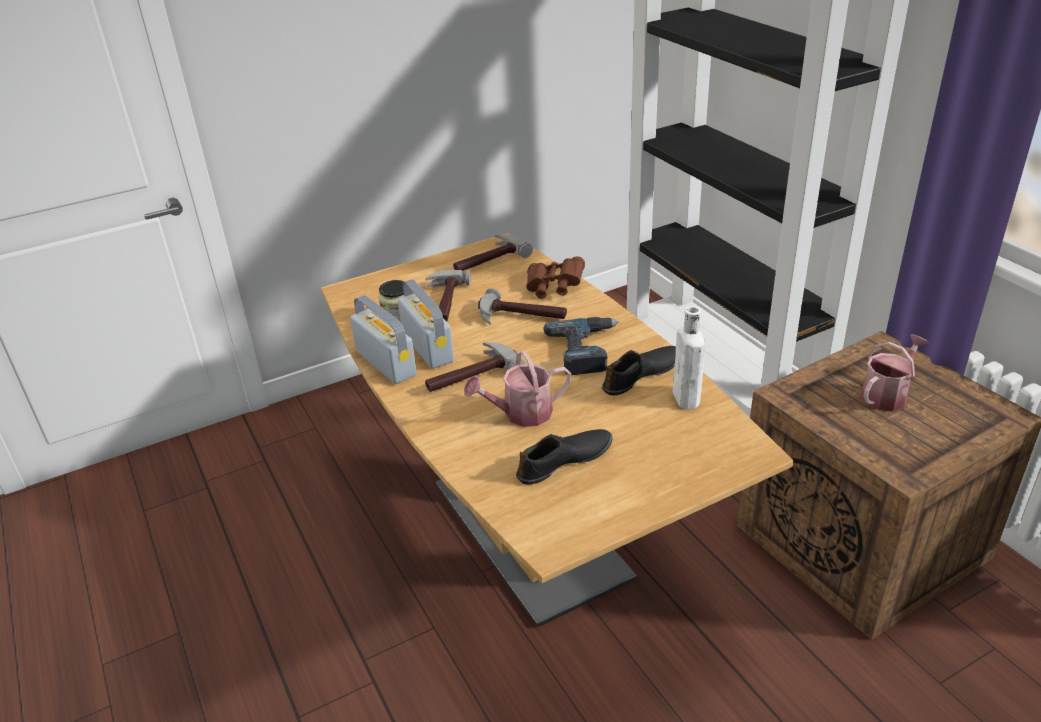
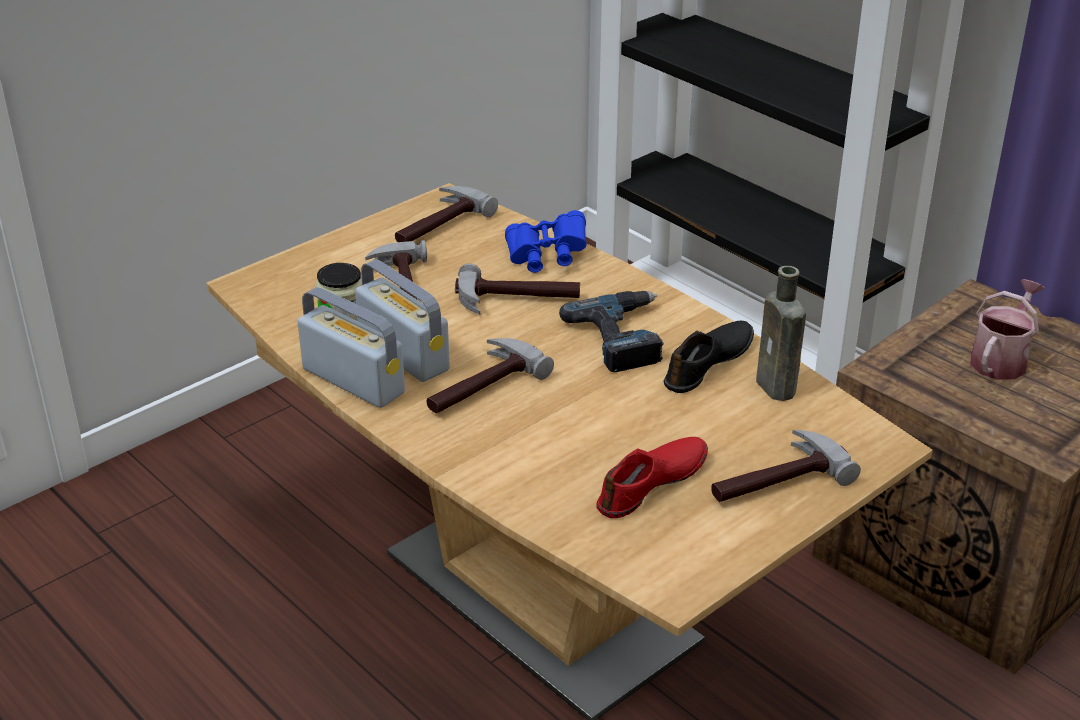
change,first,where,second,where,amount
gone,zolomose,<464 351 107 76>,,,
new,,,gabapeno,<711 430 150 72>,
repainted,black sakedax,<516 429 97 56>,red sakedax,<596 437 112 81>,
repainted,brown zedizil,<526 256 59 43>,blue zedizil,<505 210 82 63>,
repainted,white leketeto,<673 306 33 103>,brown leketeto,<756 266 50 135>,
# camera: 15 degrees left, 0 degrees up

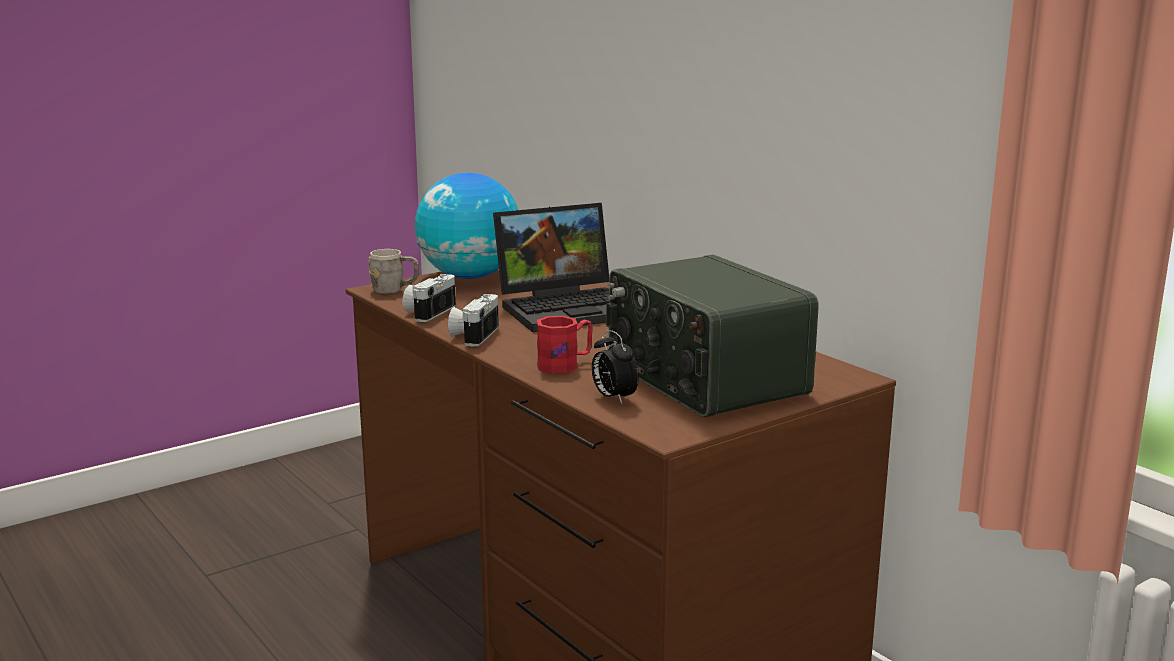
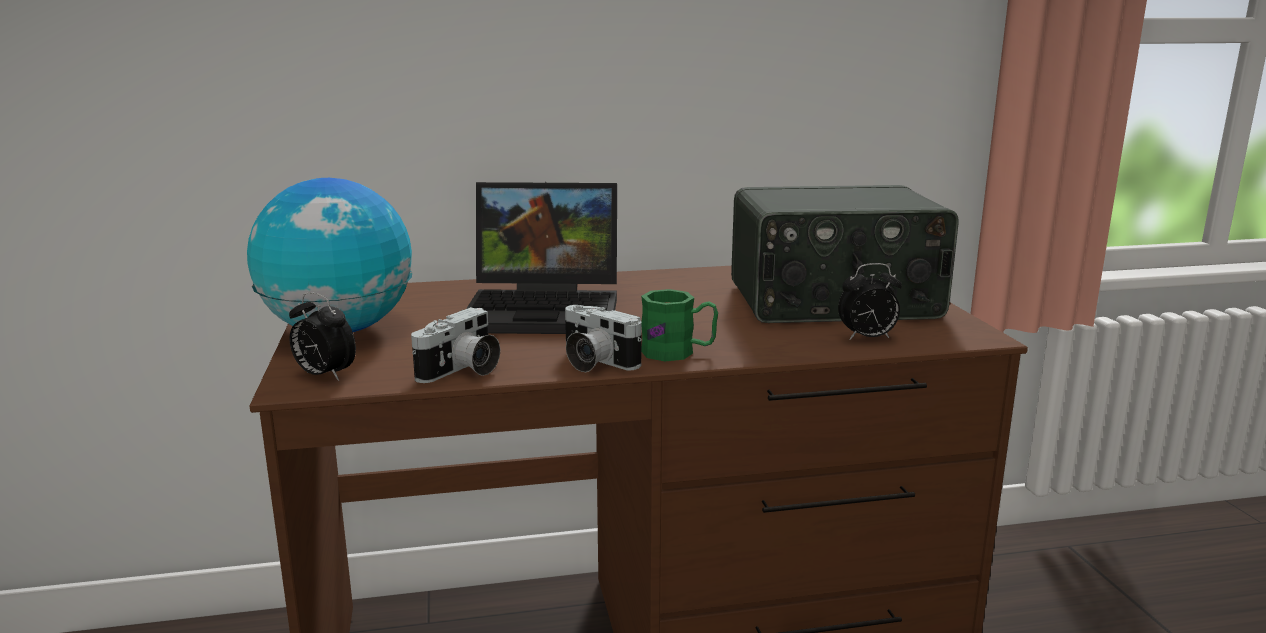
change,first,where,second,where,amount
gone,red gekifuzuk,<537 316 56 58>,,,
new,,,green gekifuzuk,<641 289 77 72>,
swapped,grey gekifuzuk,<368 249 51 45>,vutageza,<289 292 67 89>,
rotated,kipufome,<402 274 54 48>,,<411 307 89 76>,105 degrees counterclockwise
rotated,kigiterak,<493 203 116 129>,,<466 182 151 152>,90 degrees clockwise
# camera: 65 degrees left, 0 degrees up

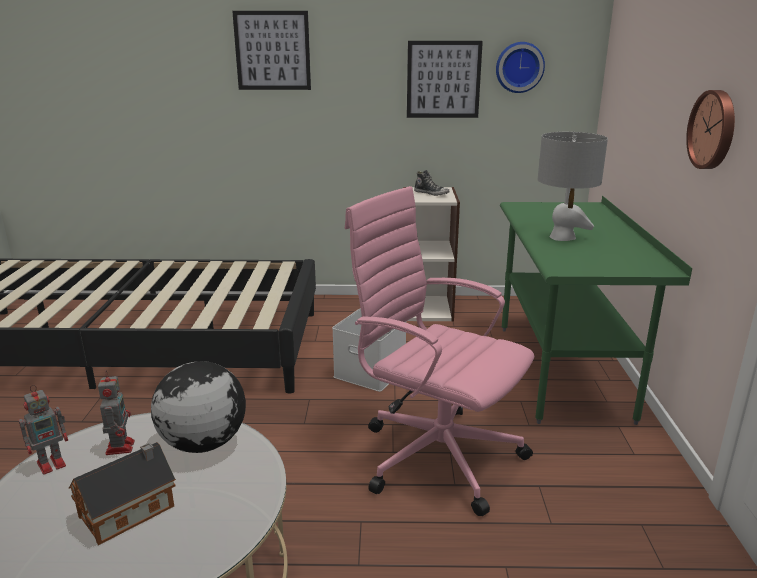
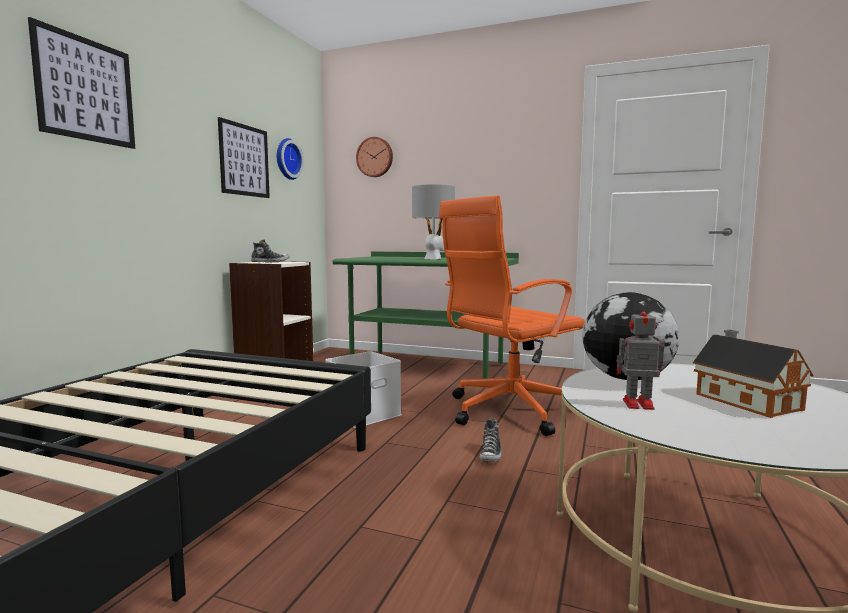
change,first,where,second,where,amount
gone,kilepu,<19 385 49 90>,,,
new,,,sakedax,<480 418 21 44>,
shifted,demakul,<686 90 49 79>,,<356 137 37 40>,
repainted,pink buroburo,<345 186 189 330>,orange buroburo,<439 195 146 241>,
# camera: 70 degrees left, 15 degrees down

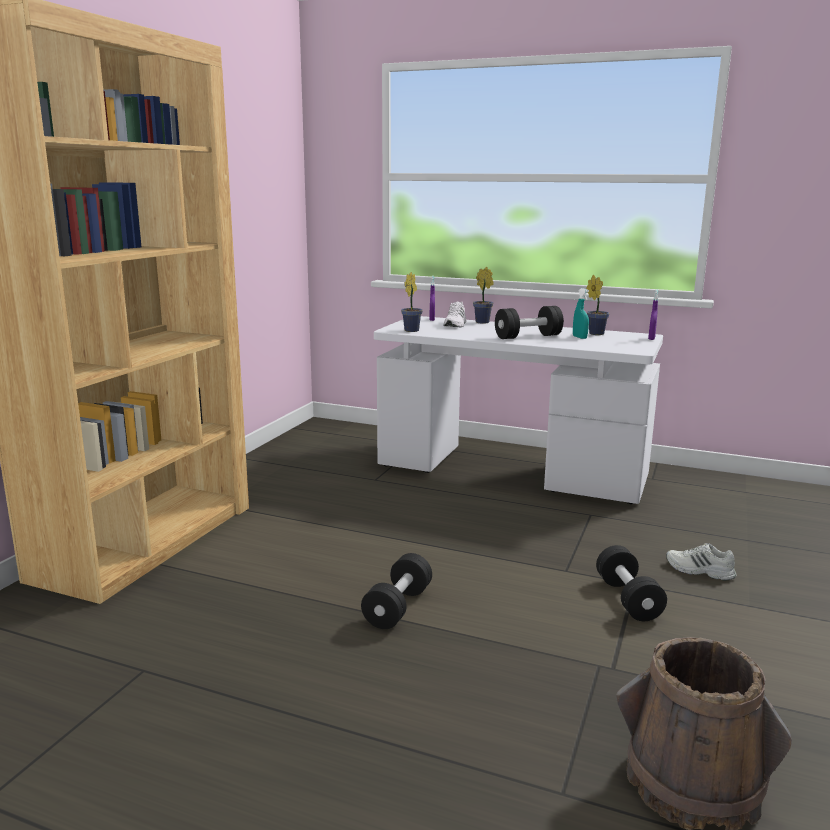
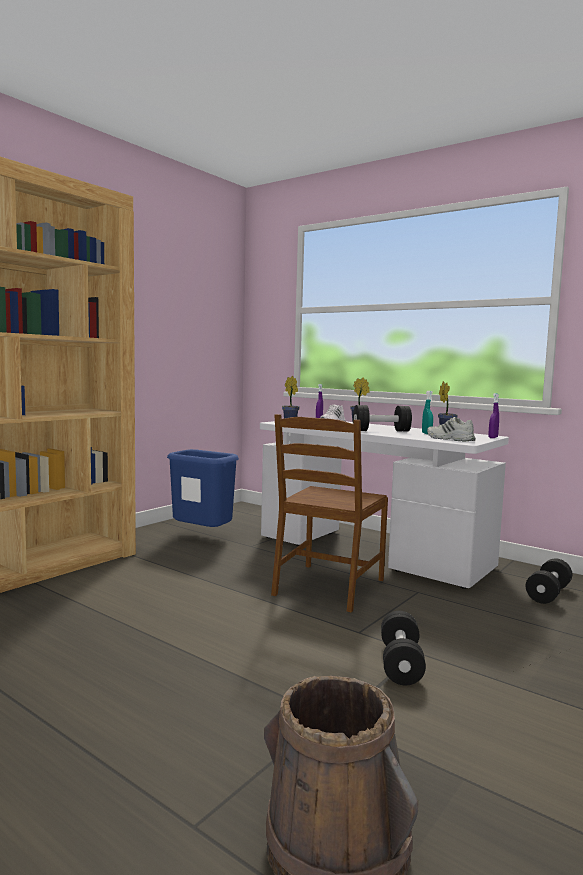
change,first,where,second,where,amount
new,,,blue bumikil,<167 449 72 78>,
new,,,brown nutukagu,<271 414 117 198>,
shifted,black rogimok,<361 553 71 76>,,<526 558 46 46>,
shifted,white sakedax,<666 543 70 38>,,<427 417 49 25>,
# camera: 15 degrees right, 10 degrees down

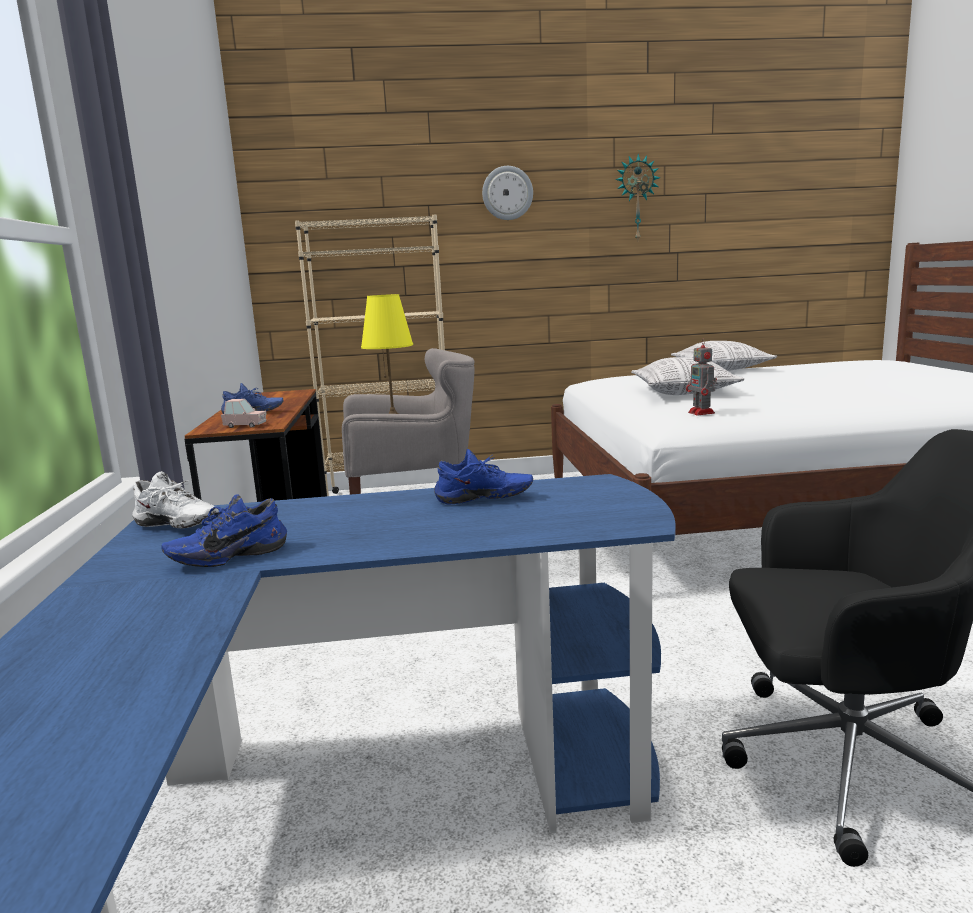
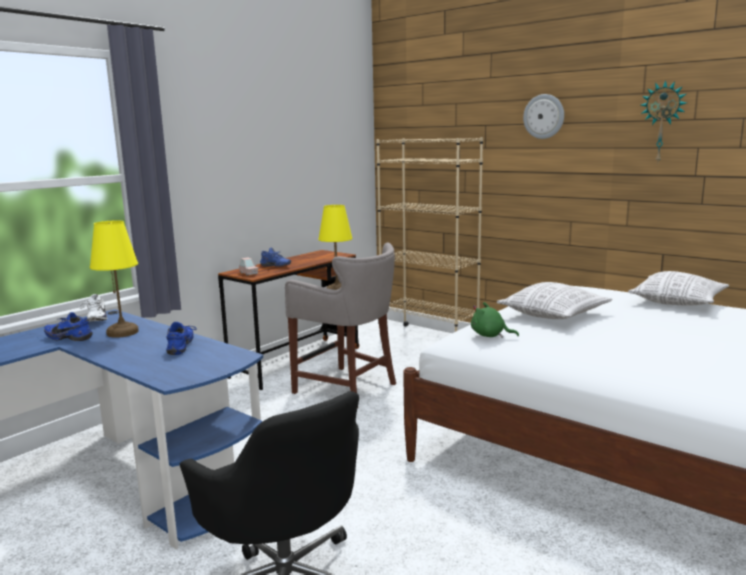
change,first,where,second,where,amount
new,,,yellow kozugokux,<90 220 49 118>,
swapped,kilepu,<686 339 31 76>,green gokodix,<471 302 48 36>,
rotated,blue sakedax,<434 449 99 56>,,<166 322 31 33>,135 degrees counterclockwise
# camera: 45 degrees right, 0 degrees up

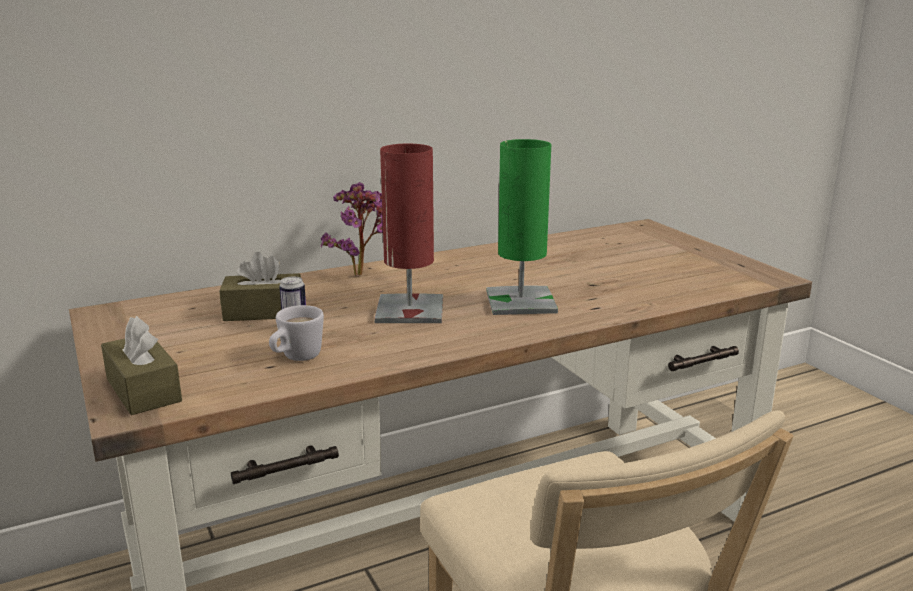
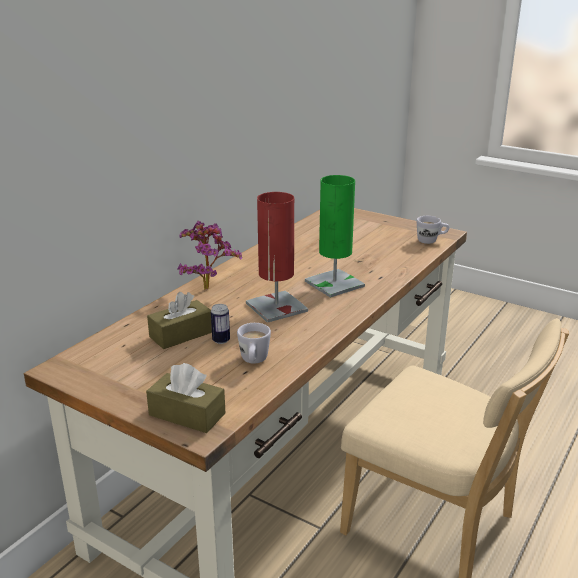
change,first,where,second,where,amount
new,,,white gekifuzuk,<417 216 32 28>,
# camera: 30 degrees left, 5 degrees up

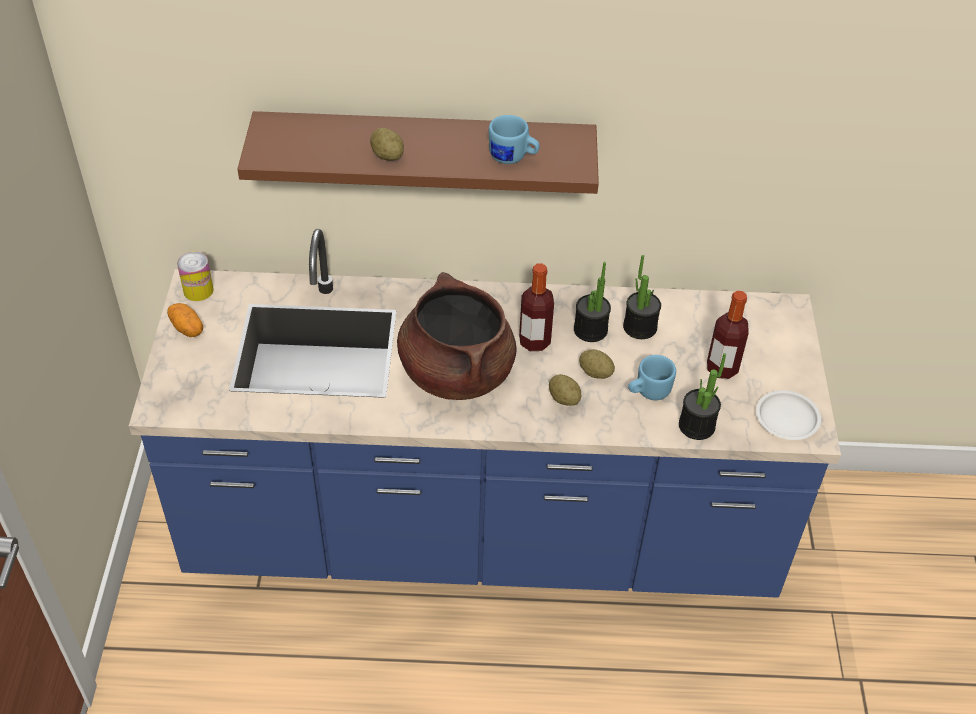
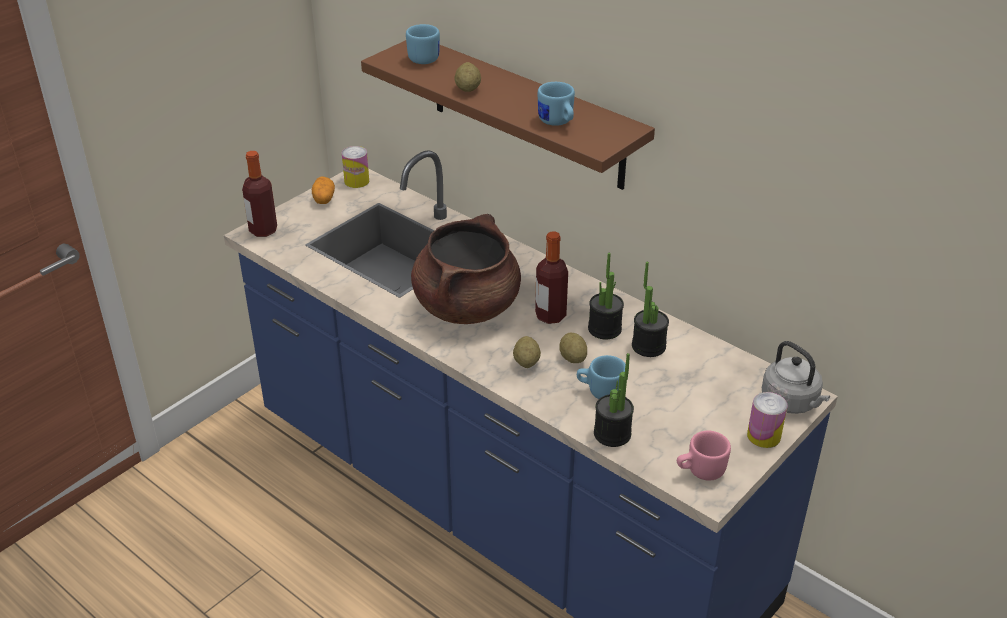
change,first,where,second,where,amount
new,,,blue gekifuzuk,<406 24 34 40>,
new,,,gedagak,<747 392 41 56>,
new,,,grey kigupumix,<762 341 68 73>,
shifted,leketeto,<707 291 42 88>,,<242 151 35 86>,
swapped,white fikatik,<756 390 65 50>,pink gekifuzuk,<677 431 54 50>,
# camera: 40 degrees right, 10 degrees down

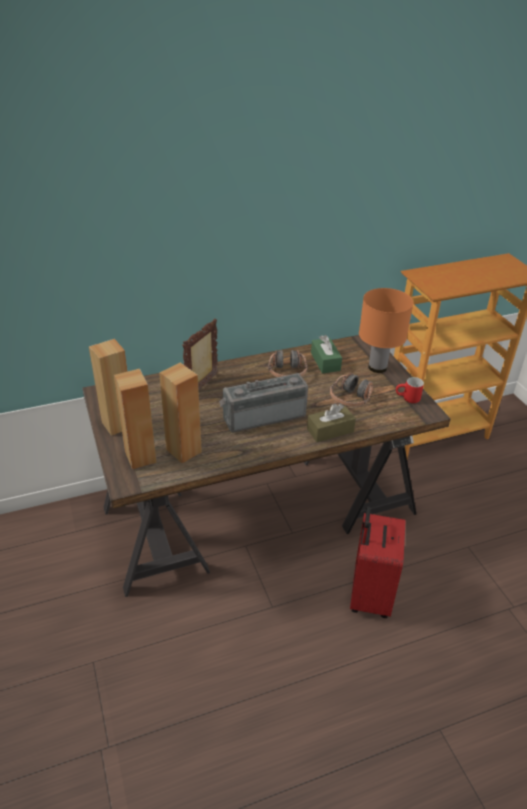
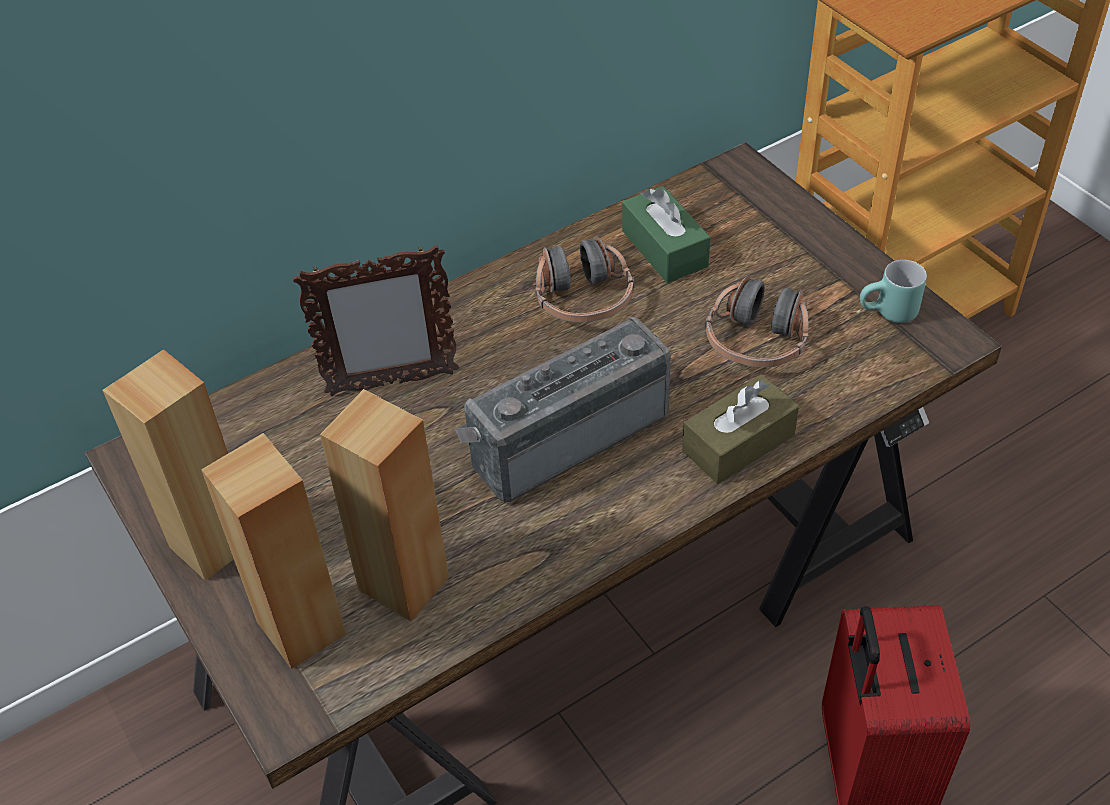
change,first,where,second,where,amount
gone,orange kozugokux,<359 288 54 85>,,,
repainted,red gekifuzuk,<396 377 28 26>,turquoise gekifuzuk,<860 260 67 63>,
rotated,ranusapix,<182 318 36 72>,,<293 245 166 151>,120 degrees counterclockwise
# camera: 10 degrees left, 10 degrees up

